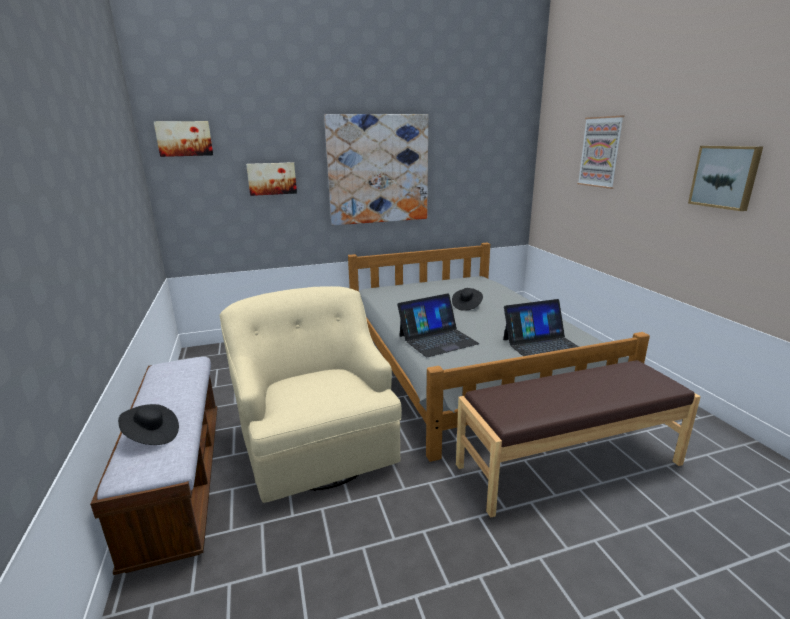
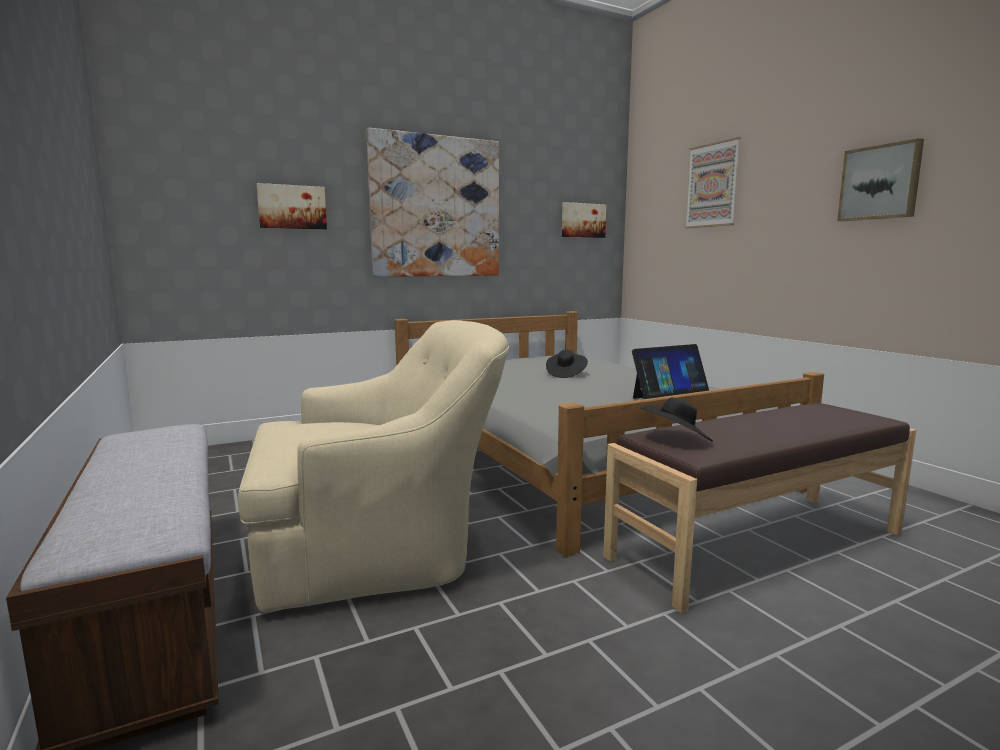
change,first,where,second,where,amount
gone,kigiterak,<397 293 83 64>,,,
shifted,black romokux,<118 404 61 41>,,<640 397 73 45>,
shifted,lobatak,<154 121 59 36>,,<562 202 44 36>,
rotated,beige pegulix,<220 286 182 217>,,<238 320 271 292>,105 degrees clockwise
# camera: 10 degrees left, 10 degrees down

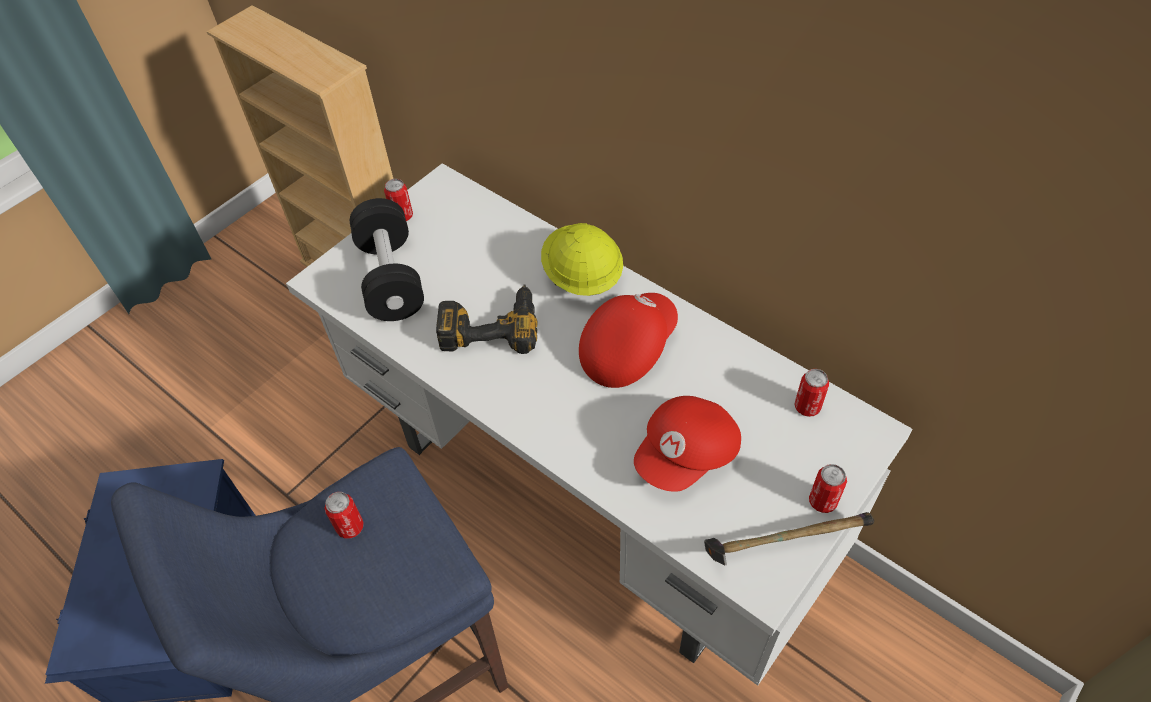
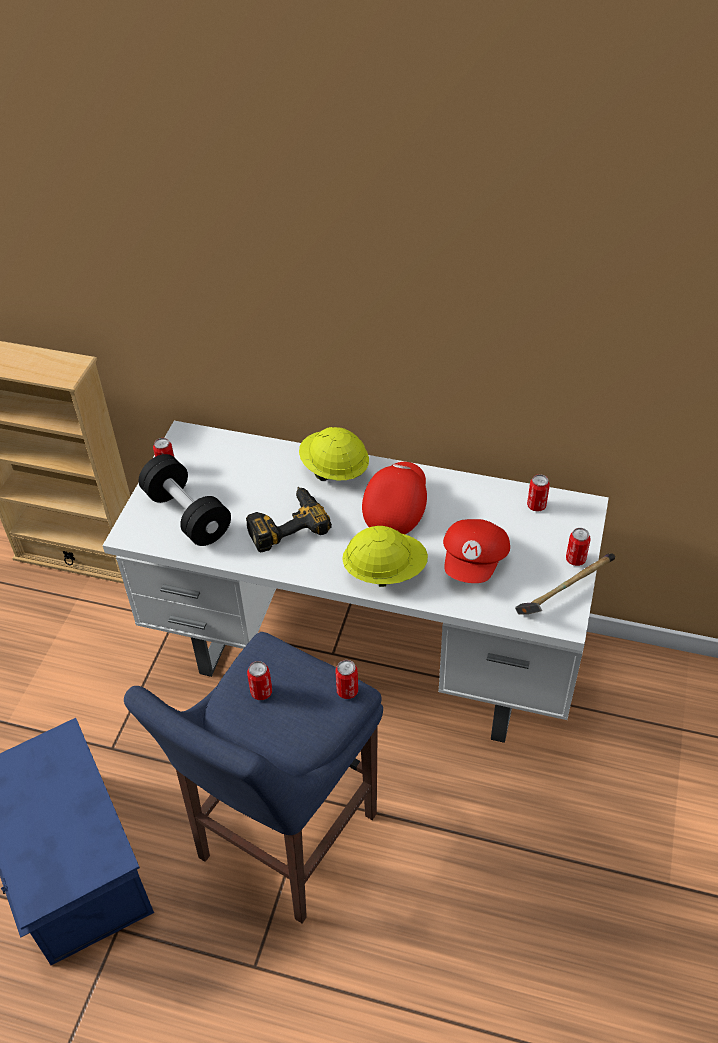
change,first,where,second,where,amount
new,,,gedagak,<335 660 23 39>,
new,,,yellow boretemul,<342 526 86 61>,
# camera: 25 degrees left, 5 degrees down

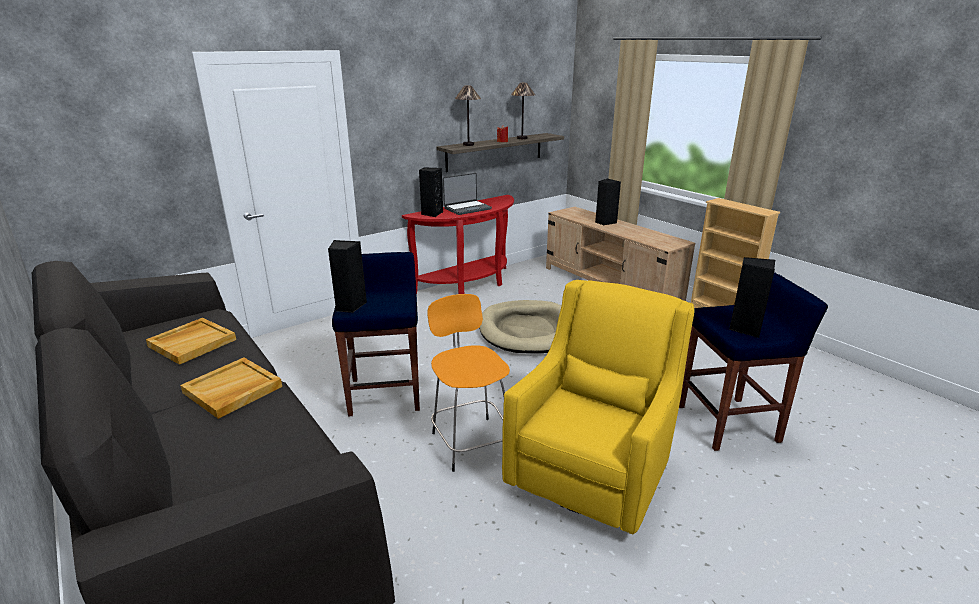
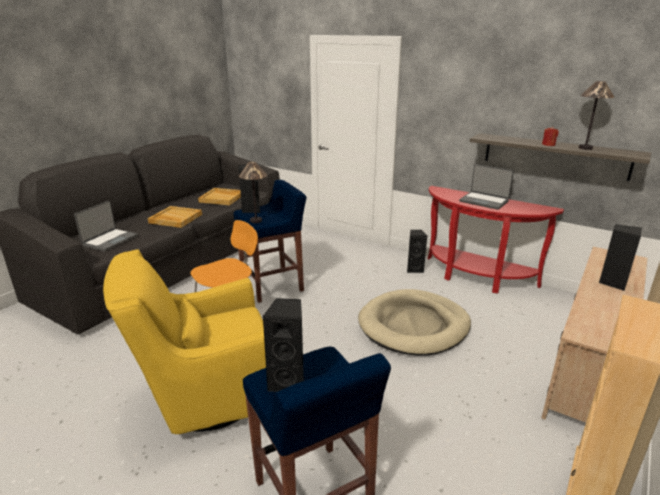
change,first,where,second,where,amount
new,,,kigiterak,<74 201 64 51>,
shifted,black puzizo,<419 167 24 50>,,<407 230 20 43>,
shifted,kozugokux,<455 86 26 60>,,<239 162 28 61>,
rotated,yellow pegulix,<502 280 193 254>,,<103 249 163 185>,150 degrees clockwise
# camera: 70 degrees right, 0 degrees up

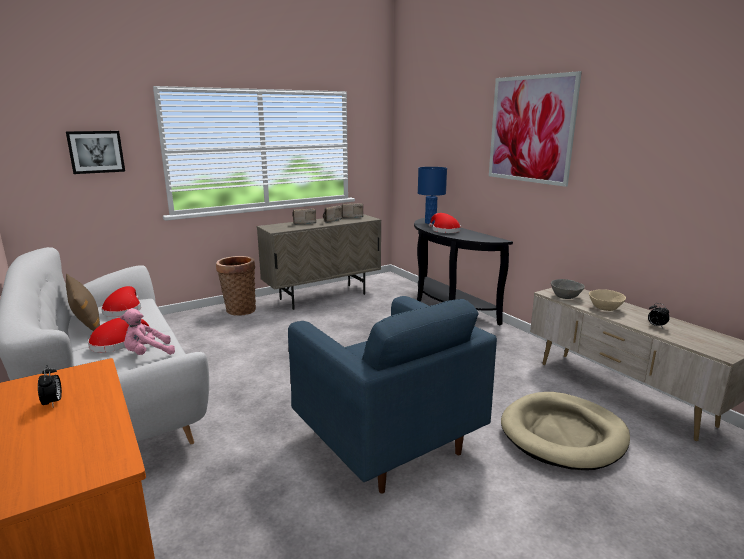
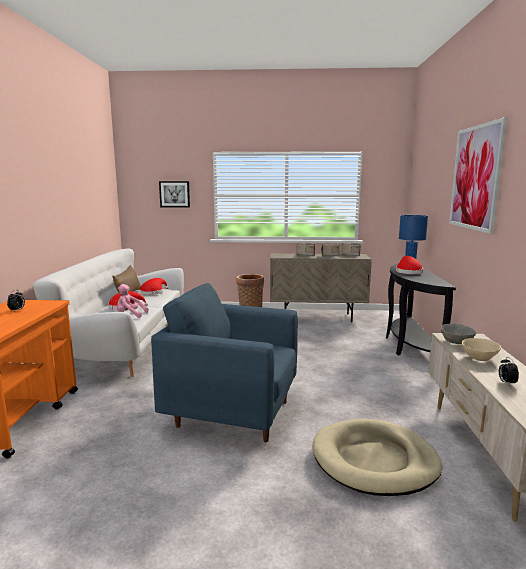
change,first,where,second,where,amount
rotated,blue pegulix,<288 296 209 197>,,<151 283 147 159>,105 degrees clockwise
# camera: 35 degrees right, 5 degrees down

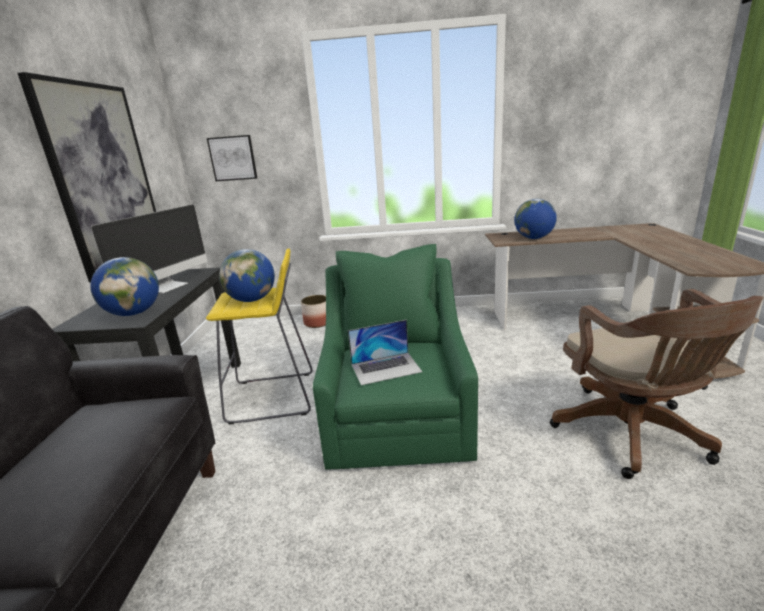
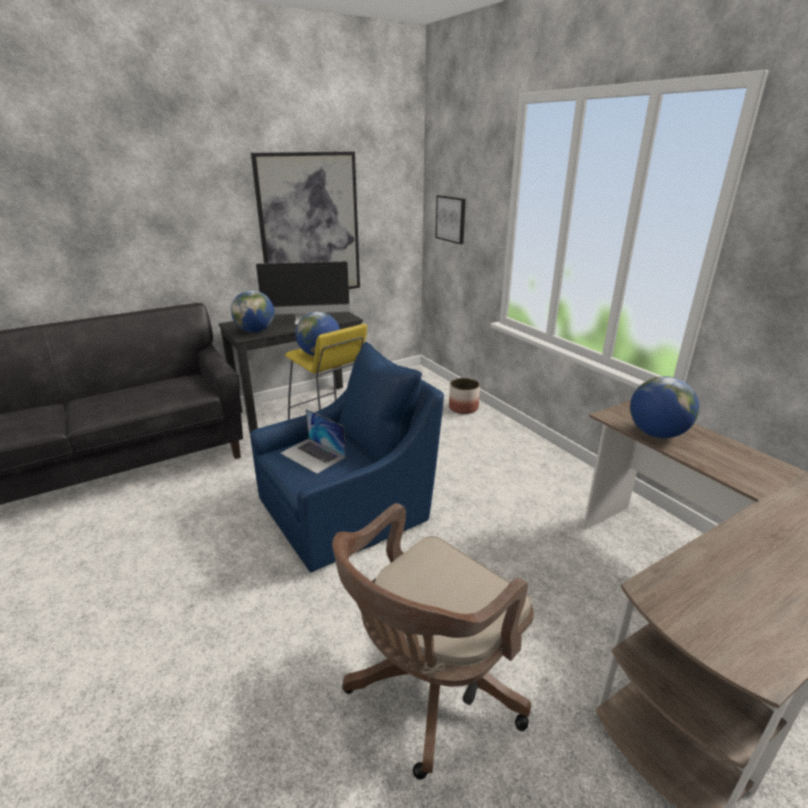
change,first,where,second,where,amount
repainted,green pegulix,<313 244 165 226>,blue pegulix,<250 342 194 231>,
# camera: 55 degrees right, 5 degrees up

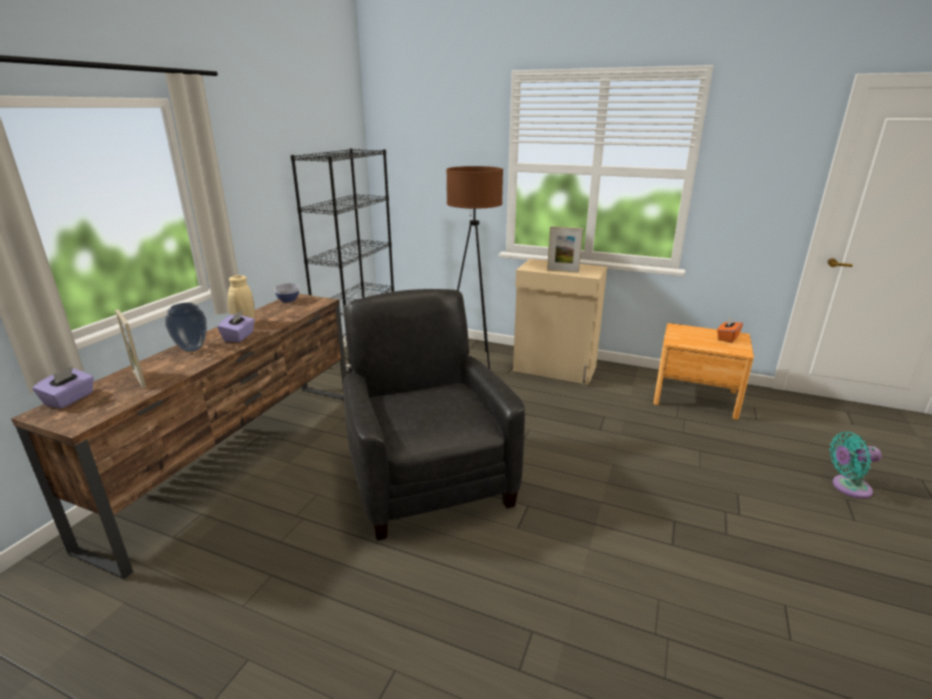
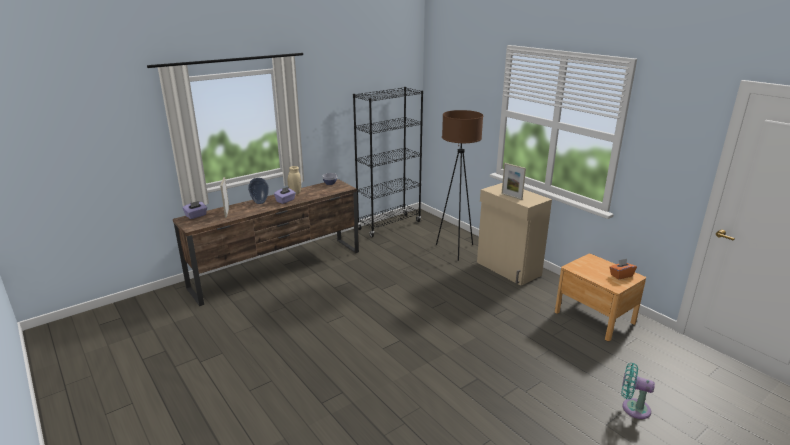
change,first,where,second,where,amount
gone,black pegulix,<343 289 182 252>,,,
# camera: 30 degrees right, 0 degrees up

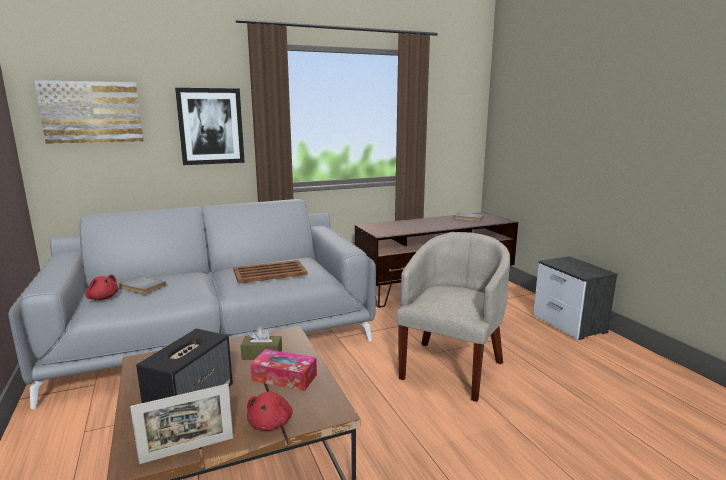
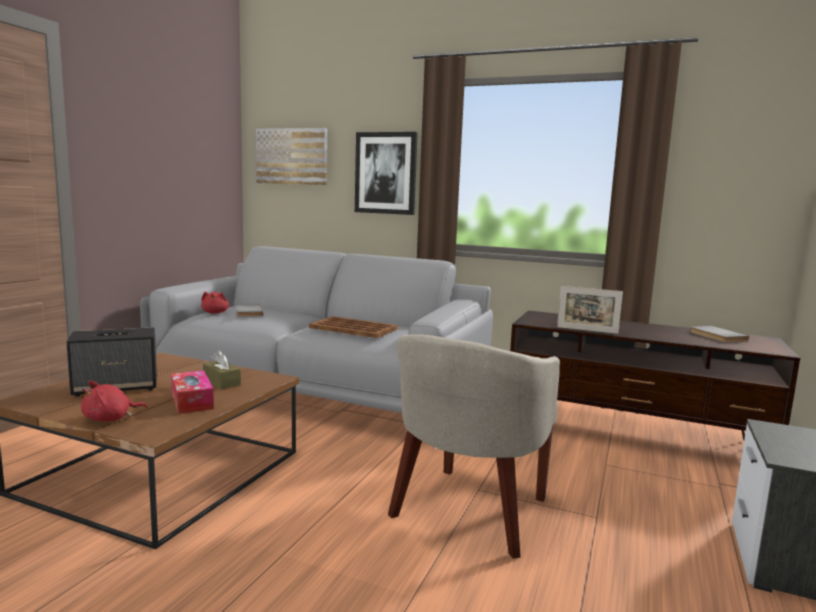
change,first,where,second,where,amount
shifted,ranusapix,<130 384 103 80>,,<557 286 66 48>,
rotated,beige pegulix,<396 232 114 170>,,<388 334 172 225>,135 degrees clockwise
# camera: 45 degrees right, 5 degrees down

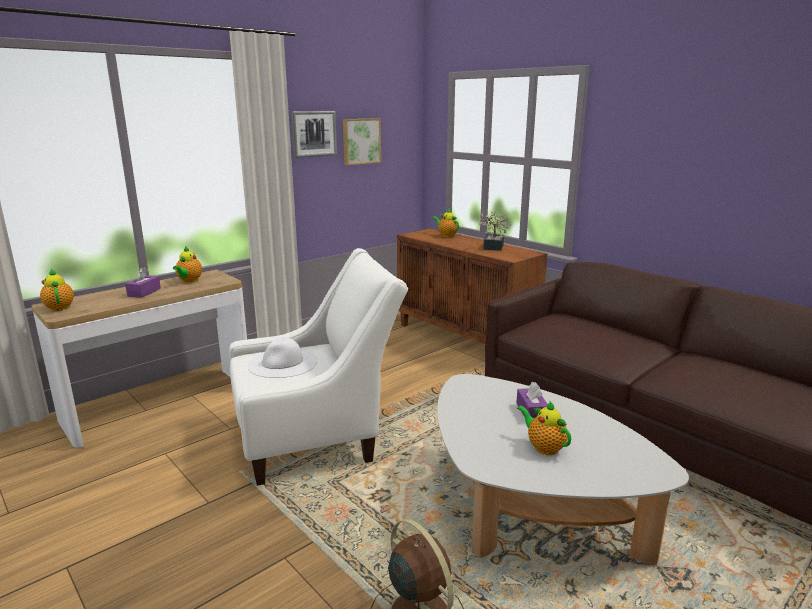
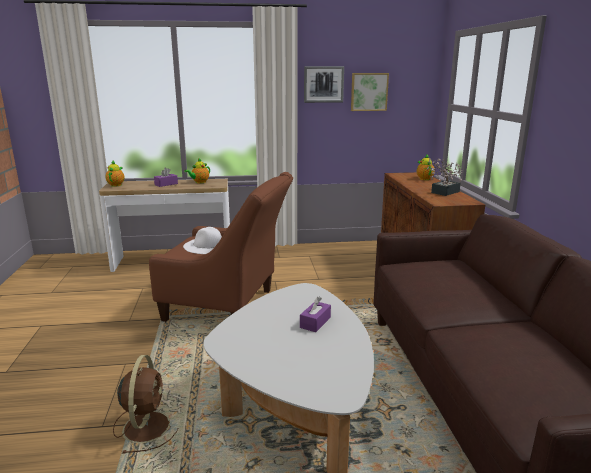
change,first,where,second,where,amount
gone,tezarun,<517 401 54 54>,,,
repainted,white pegulix,<229 248 179 238>,brown pegulix,<149 172 144 150>,
# camera: 35 degrees right, 0 degrees up

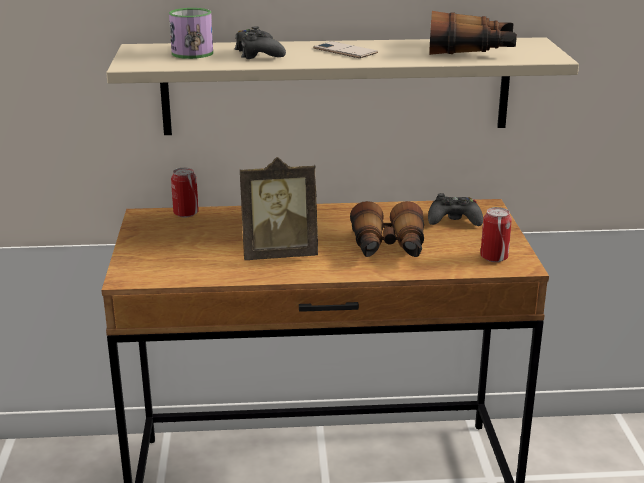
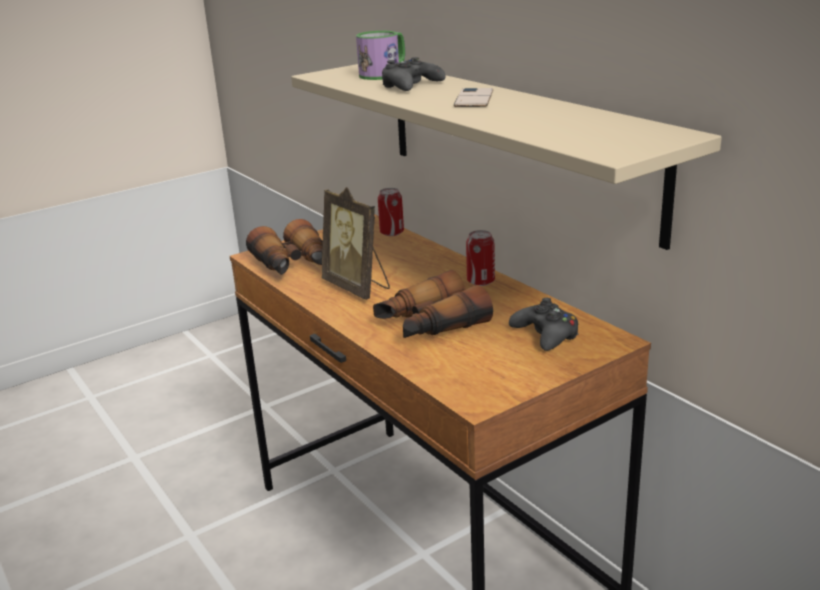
change,first,where,second,where,amount
shifted,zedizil,<429 11 88 44>,,<246 219 77 56>,
shifted,gedagak,<480 207 32 55>,,<466 230 29 56>,
# camera: 60 degrees right, 0 degrees up

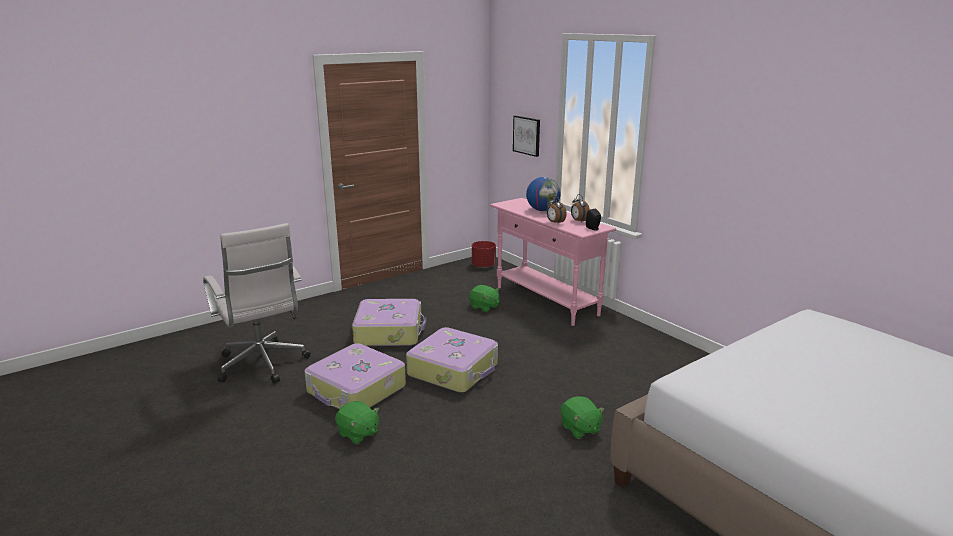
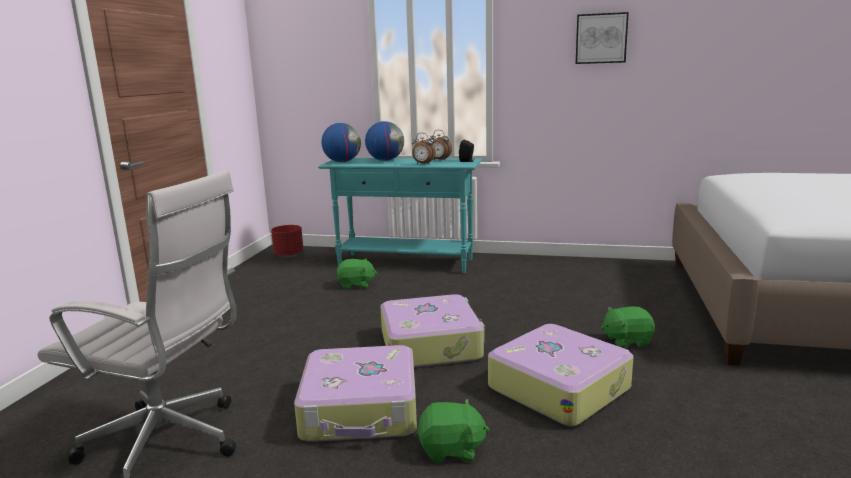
change,first,where,second,where,amount
new,,,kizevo,<322 123 39 39>,
shifted,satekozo,<352 299 75 47>,,<488 324 145 102>,
shifted,lobatak,<513 116 27 41>,,<576 12 53 52>,
repainted,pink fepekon,<490 198 126 128>,turquoise fepekon,<318 158 164 115>,
rotated,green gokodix,<561 396 44 43>,,<601 307 54 41>,150 degrees clockwise
# camera: 40 degrees left, 5 degrees down

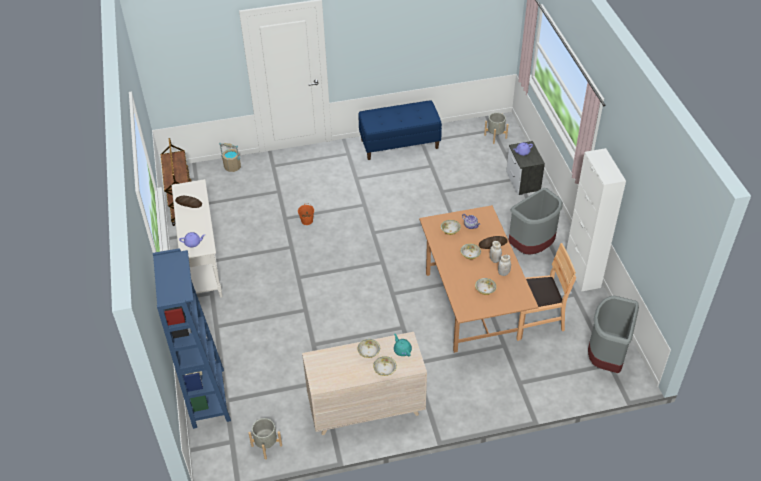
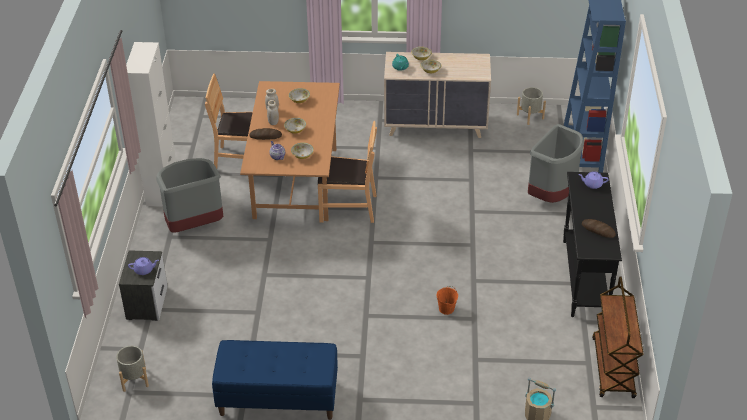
change,first,where,second,where,amount
new,,,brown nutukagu,<318 121 59 102>,
shifted,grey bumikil,<588 296 51 77>,,<528 124 56 79>,
repainted,white fepekon,<172 179 50 118>,black fepekon,<563 172 59 145>,
# camera: 165 degrees left, 5 degrees down

